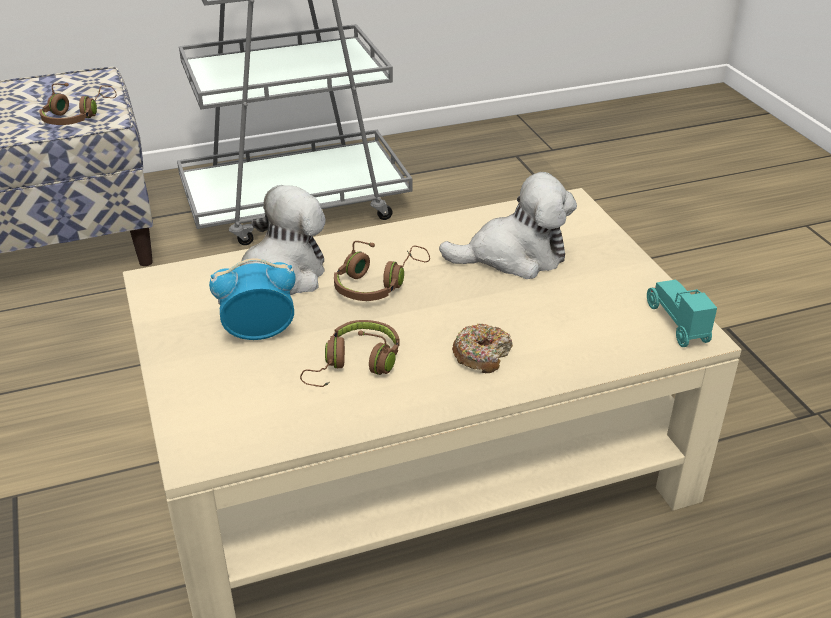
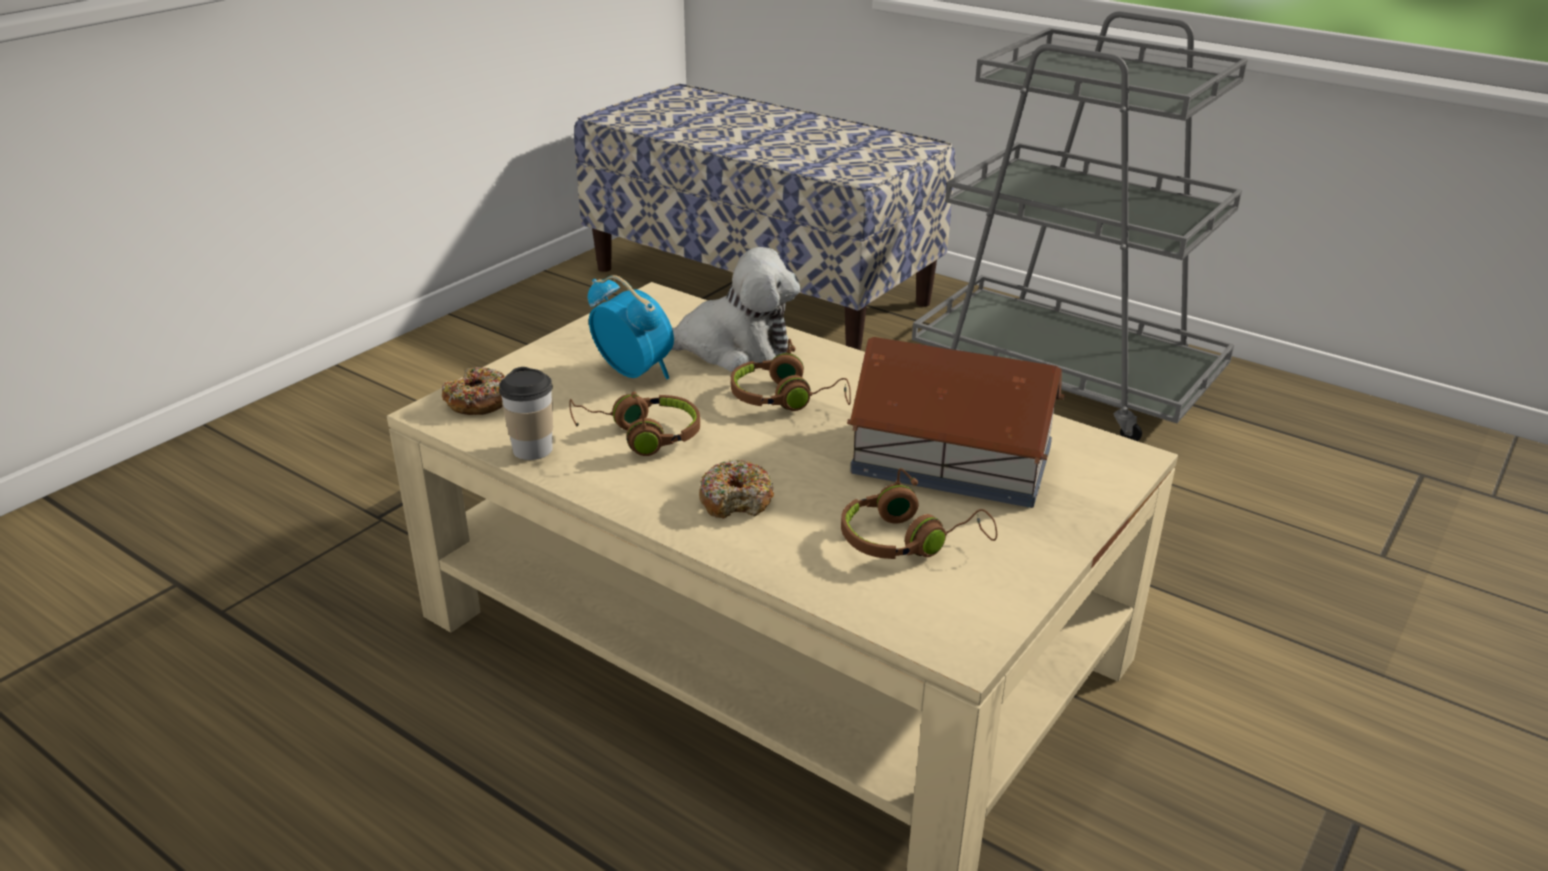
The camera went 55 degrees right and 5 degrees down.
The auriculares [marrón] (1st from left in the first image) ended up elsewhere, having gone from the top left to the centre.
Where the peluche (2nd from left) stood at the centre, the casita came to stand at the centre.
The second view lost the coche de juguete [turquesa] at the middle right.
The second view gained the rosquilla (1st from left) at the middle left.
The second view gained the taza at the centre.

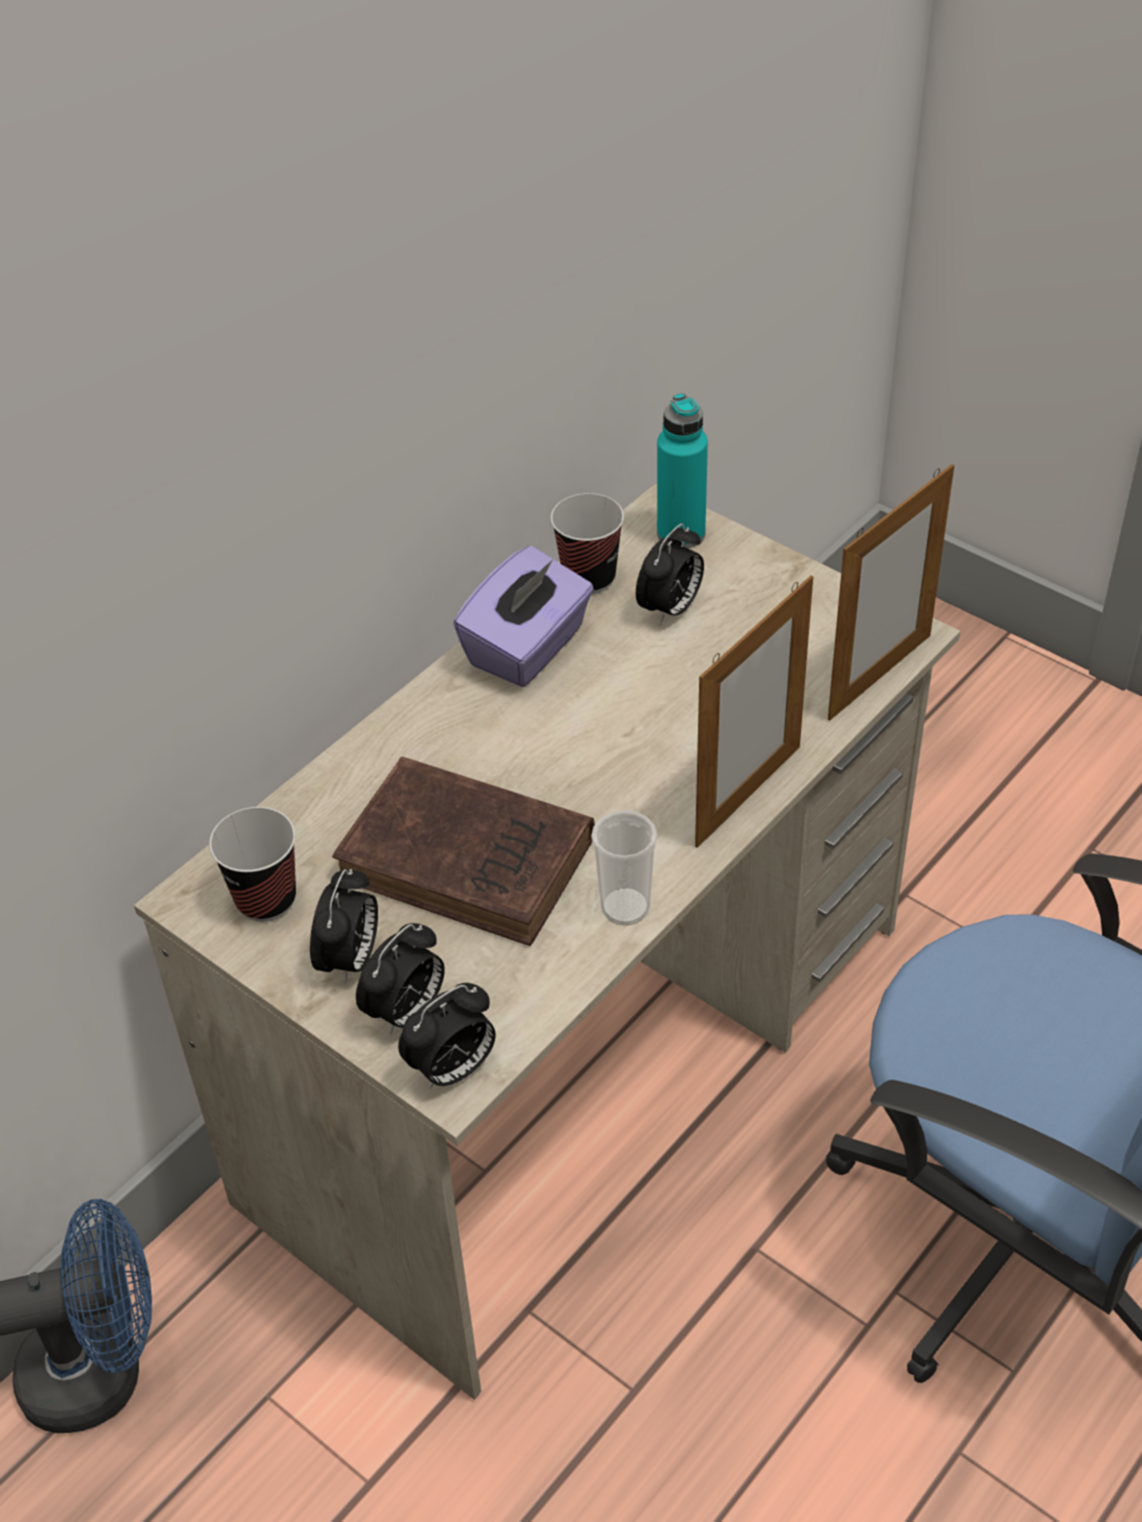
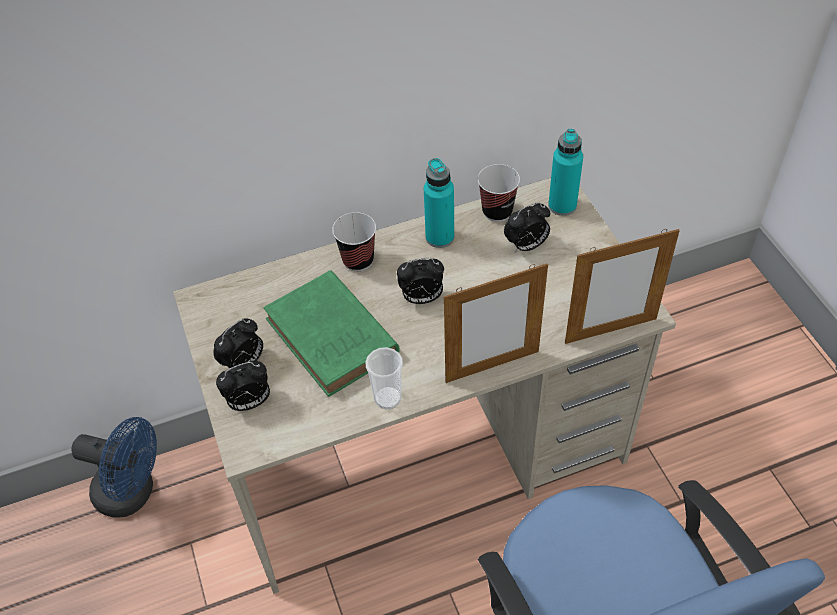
The camera went 30 degrees right and 5 degrees up.
The taza (1st from left) ended up elsewhere, having gone from the middle left to the centre.
What was the libro [marrón] at the centre turned into the libro [verde] at the centre.
The despertador (3rd from left) ended up elsewhere, having gone from the bottom centre to the centre.
Where the caja de pañuelos [morado] stood at the centre, the botella [turquesa] (1st from left) came to stand at the top centre.

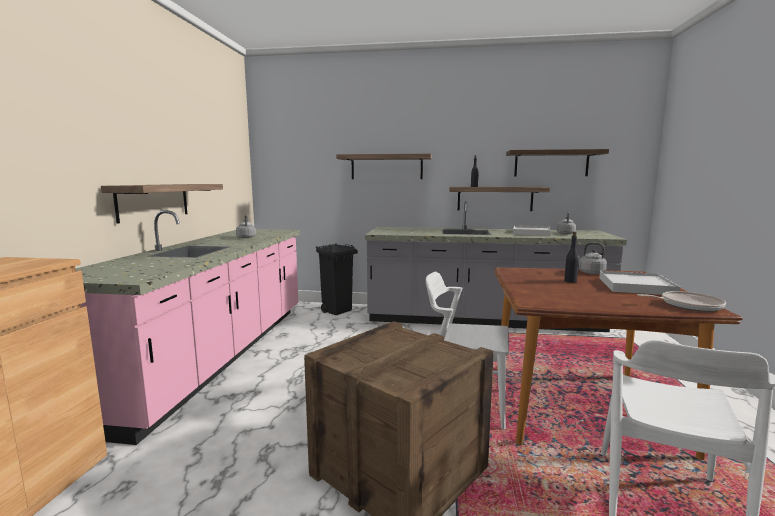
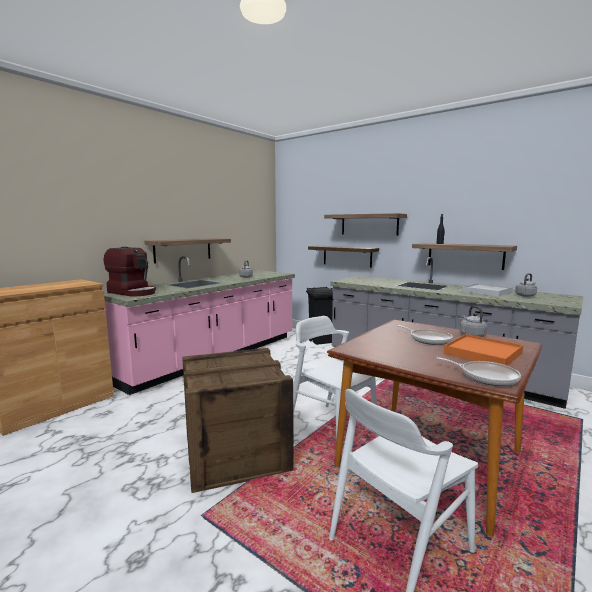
The camera went 30 degrees right and 0 degrees up.
The estante (4th from left in the first image) ended up elsewhere, having gone from the top right to the centre.
Where the botella [negro] (2nd from left) stood at the middle right, the sartén (1st from left) came to stand at the middle right.
What was the bandeja [blanco] (2nd from left) at the middle right turned into the bandeja [naranja] at the middle right.
The second view gained the cafetera at the middle left.

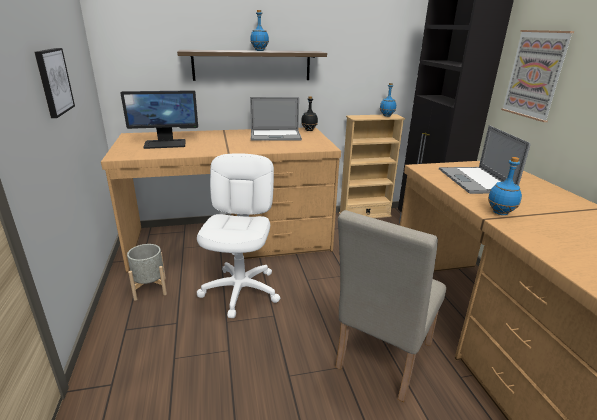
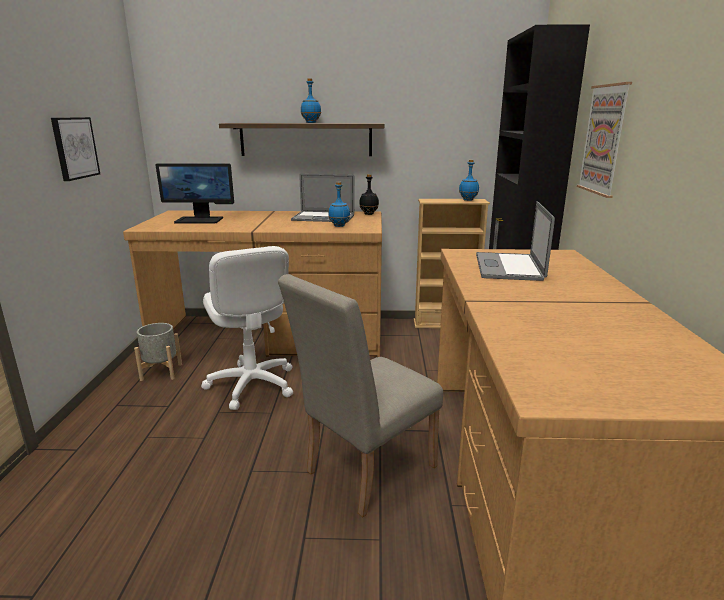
The camera went 15 degrees right and 5 degrees down.
The silla de oficina [blanco] at the centre ended up facing another way, 135 degrees clockwise from before.
The botella [azul] (3rd from left in the first image) ended up elsewhere, having gone from the middle right to the centre.

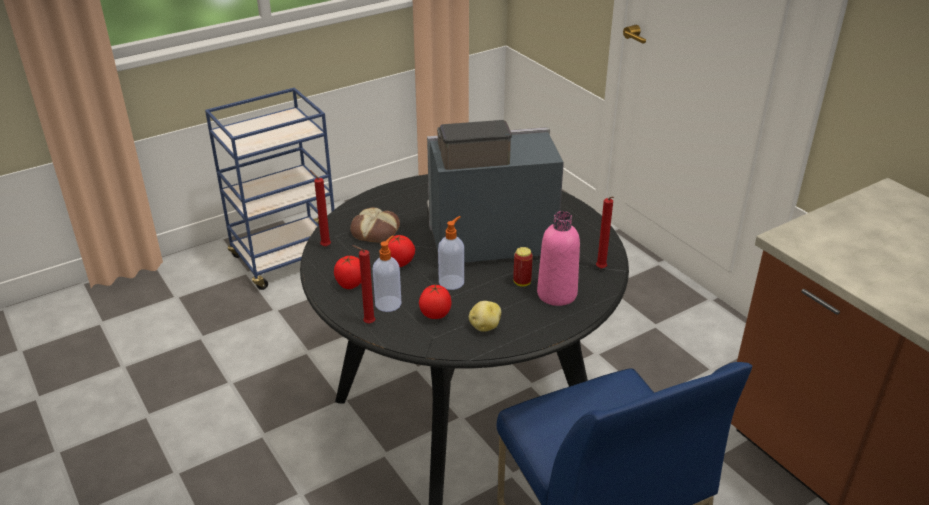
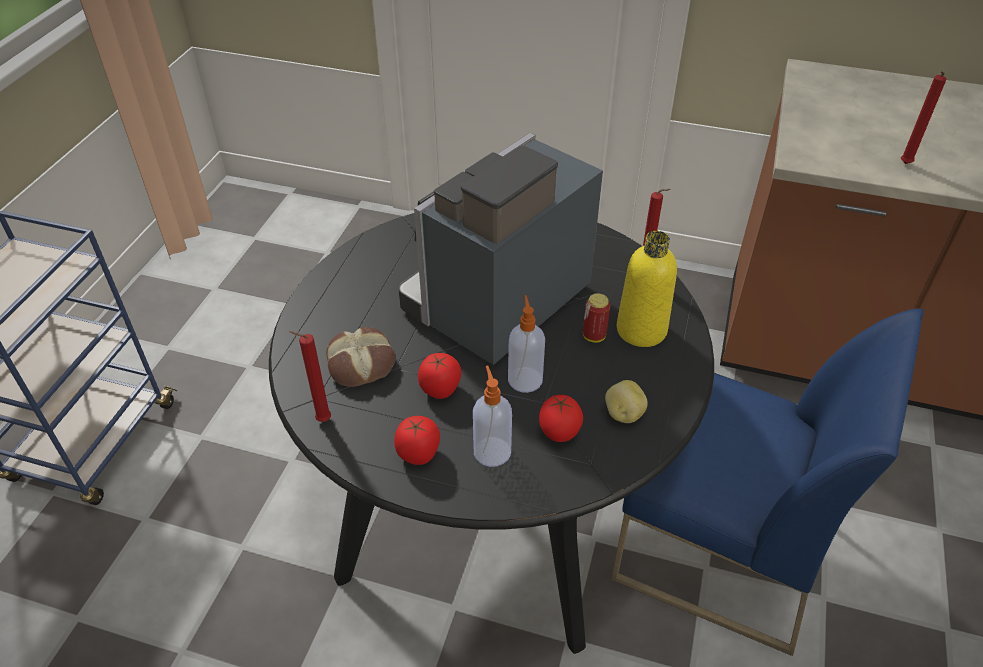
The camera went 40 degrees left and 10 degrees up.
The vela [rojo] (2nd from left in the first image) ended up elsewhere, having gone from the centre to the top right.
What was the botella [rosa] at the centre turned into the botella [amarillo] at the centre.

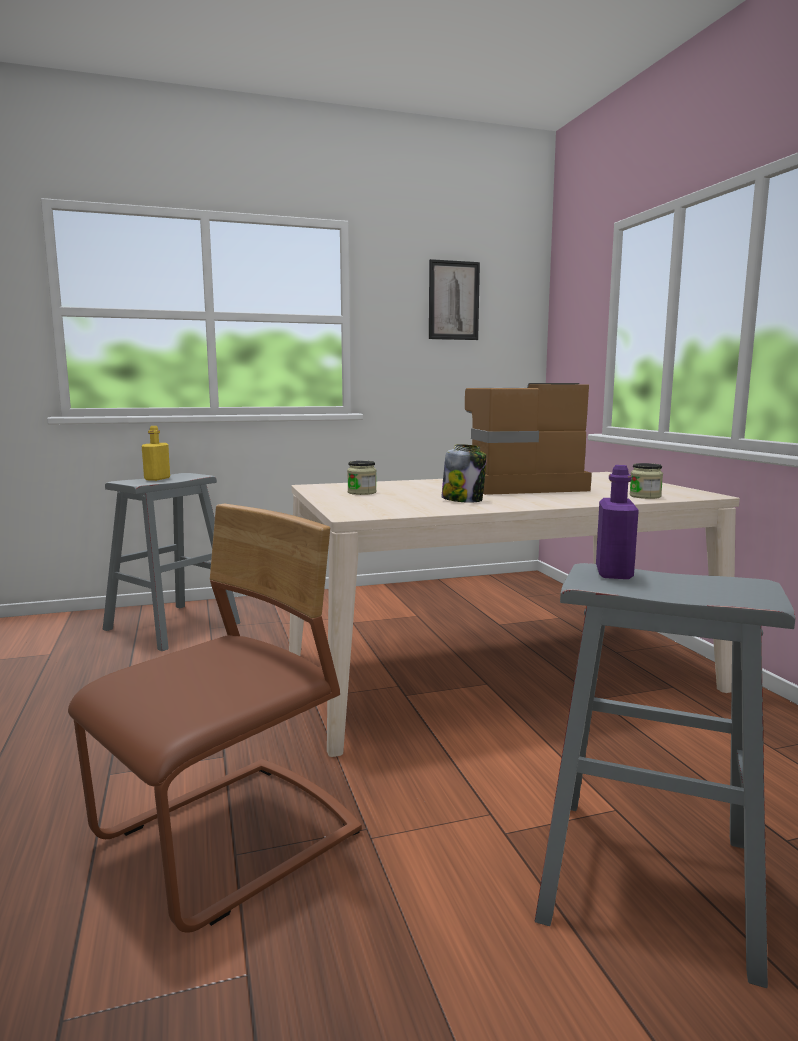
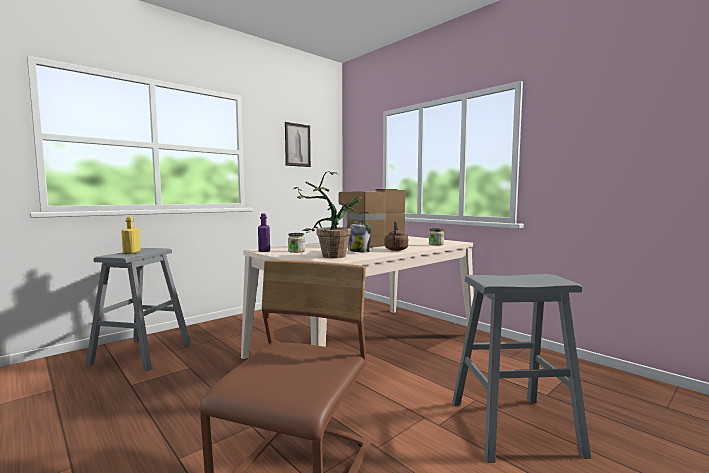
The camera went 25 degrees left and 5 degrees down.
The botella [morado] ended up elsewhere, having gone from the middle right to the centre.
The second view gained the planta en maceta at the centre.
The second view gained the hervidor [marrón] at the centre.

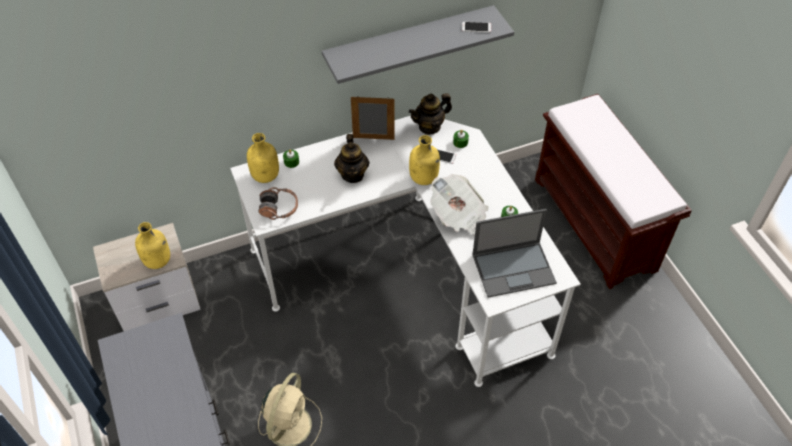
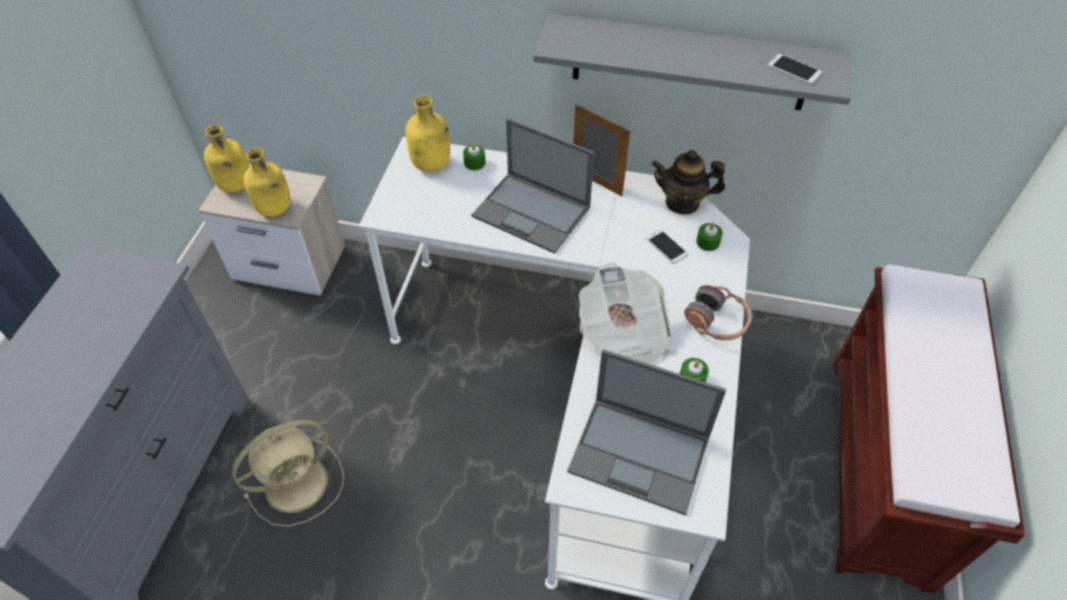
The camera went 35 degrees right and 0 degrees up.
The auriculares ended up elsewhere, having gone from the centre to the middle right.
Where the tetera (1st from left) stood at the centre, the portátil (1st from left) came to stand at the top centre.
The botella [amarillo] (3rd from left in the first image) ended up elsewhere, having gone from the centre to the top left.

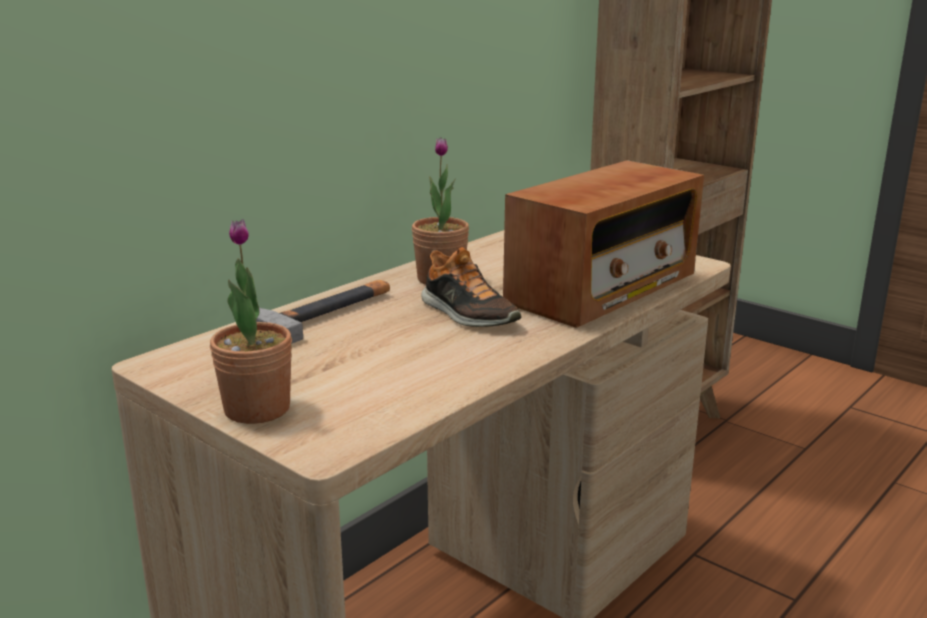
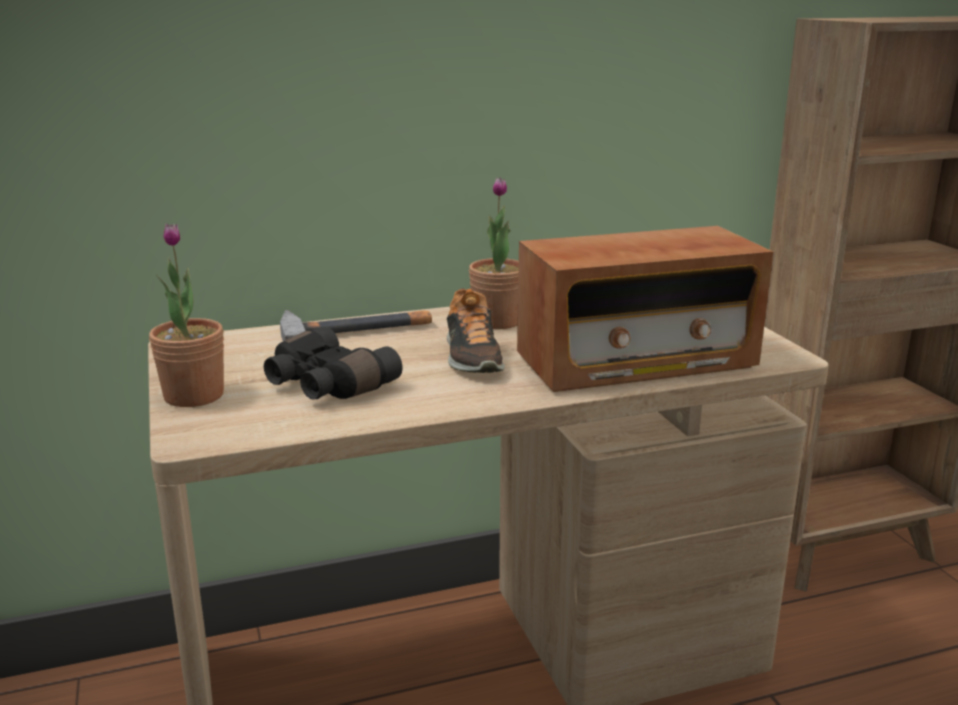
The camera went 30 degrees right and 0 degrees up.
The second view gained the prismáticos [negro] at the centre.

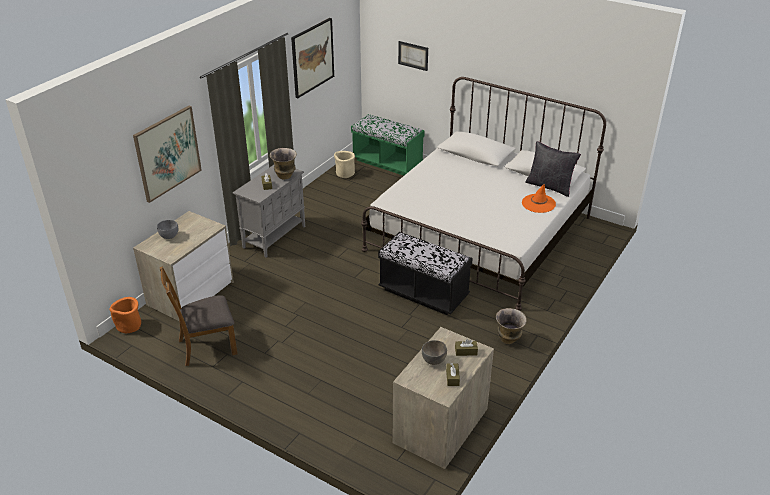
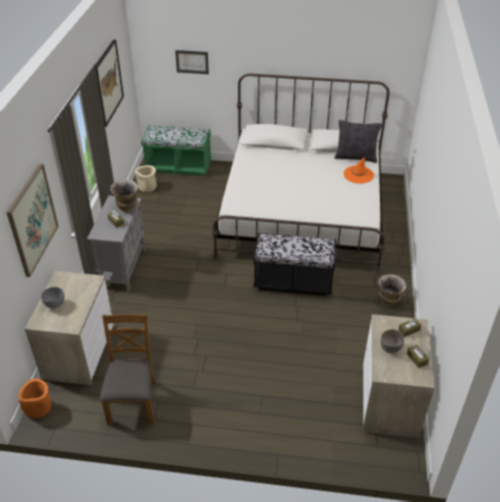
The camera went 25 degrees left and 5 degrees up.
The silla [marrón] at the middle left ended up facing another way, 135 degrees clockwise from before.

